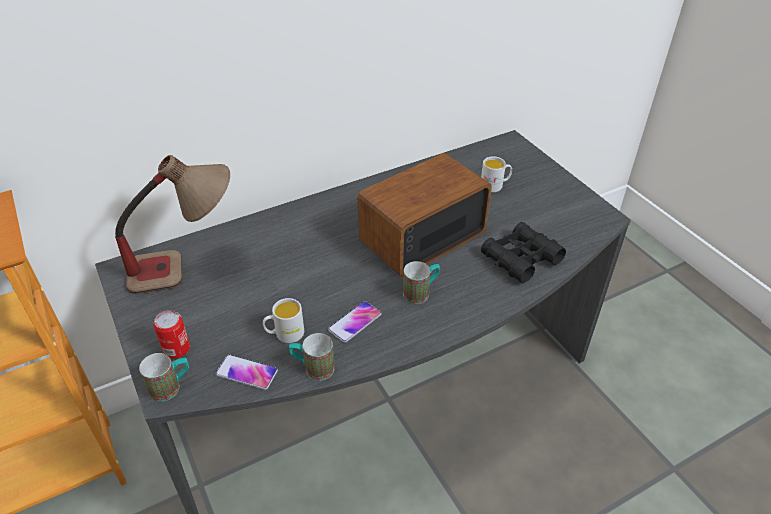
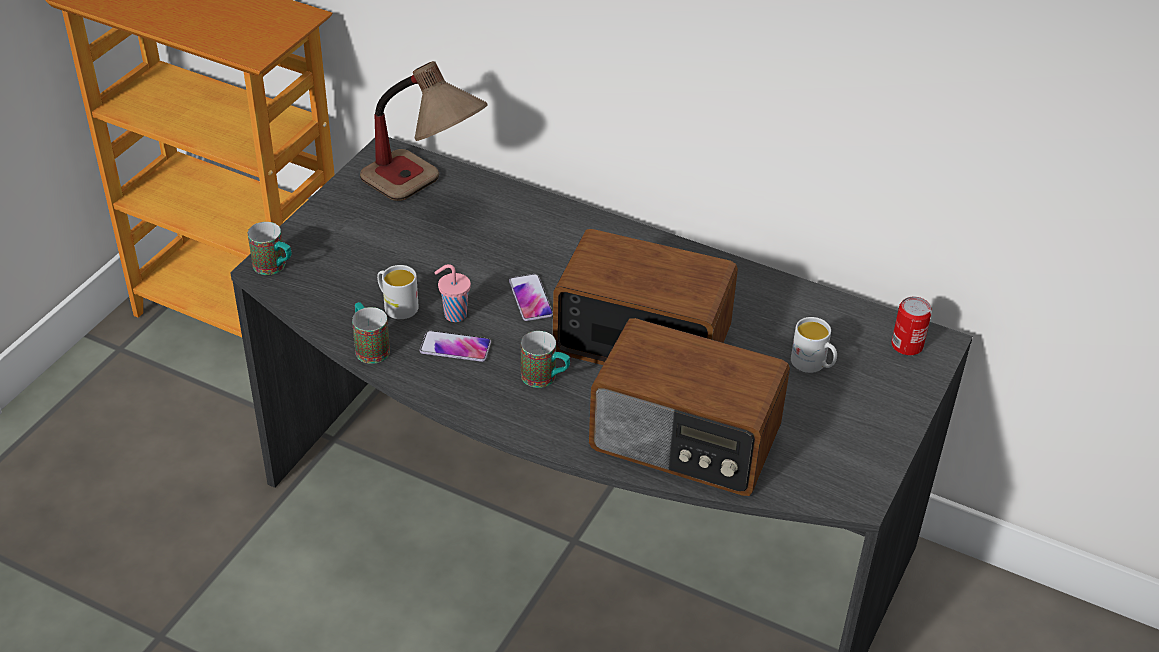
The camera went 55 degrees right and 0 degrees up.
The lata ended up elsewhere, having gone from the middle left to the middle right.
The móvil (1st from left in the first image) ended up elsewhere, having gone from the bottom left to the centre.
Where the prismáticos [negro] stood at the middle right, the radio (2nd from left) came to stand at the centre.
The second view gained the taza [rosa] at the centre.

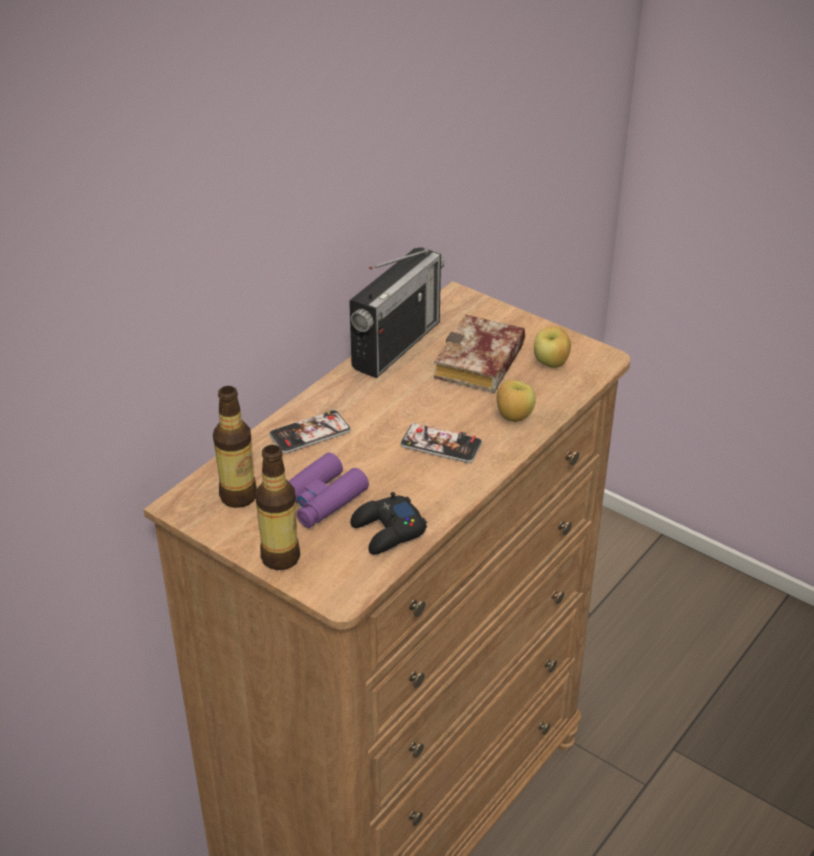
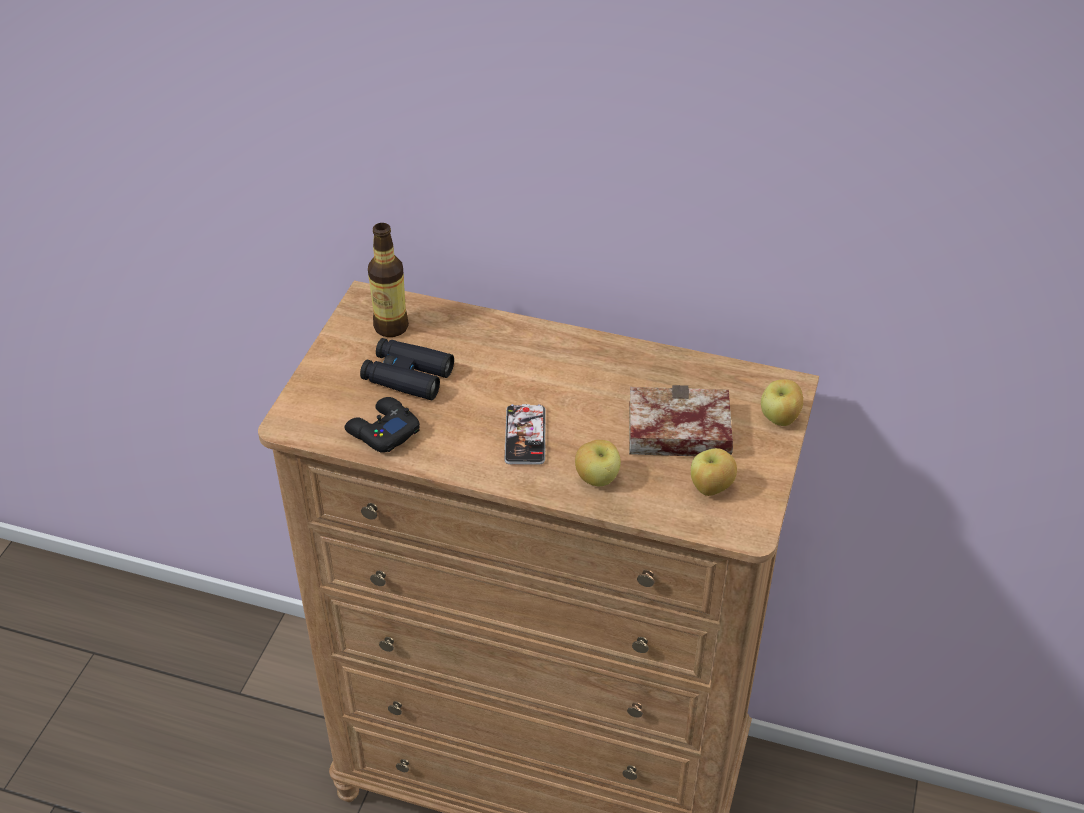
The camera went 70 degrees right and 5 degrees up.
The second view lost the botella (2nd from left) at the centre.
The second view lost the móvil (1st from left) at the centre.
What was the prismáticos [morado] at the centre turned into the prismáticos [negro] at the centre.
The second view lost the radio at the centre.
The second view gained the manzana (3rd from left) at the middle right.

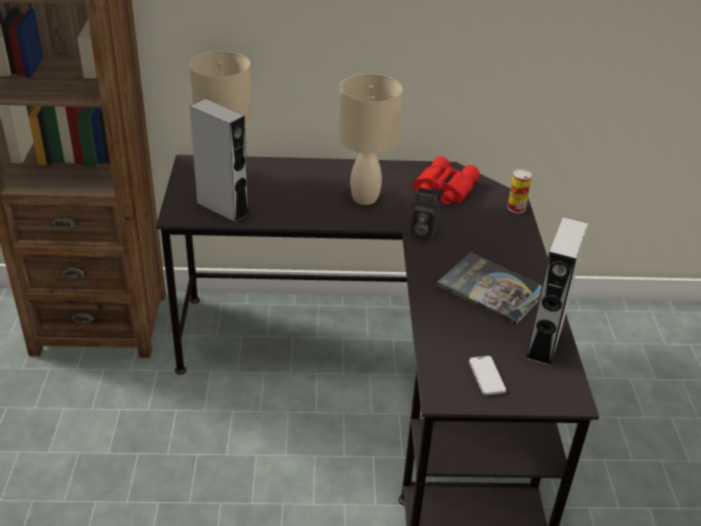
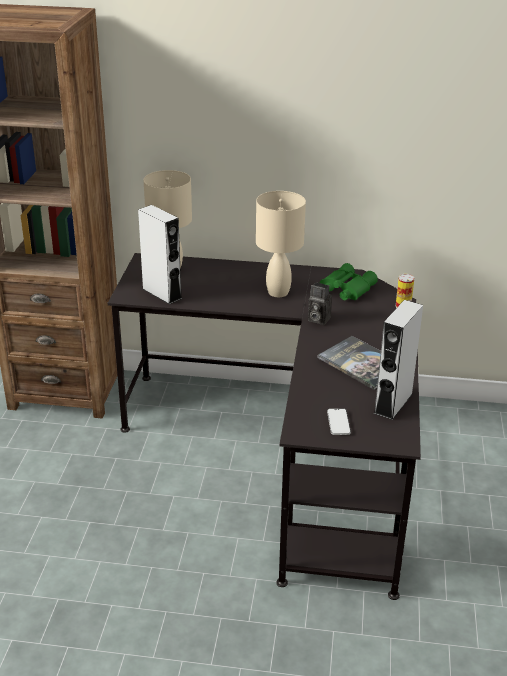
The camera went 10 degrees right and 5 degrees down.
What was the prismáticos [rojo] at the centre turned into the prismáticos [verde] at the middle right.

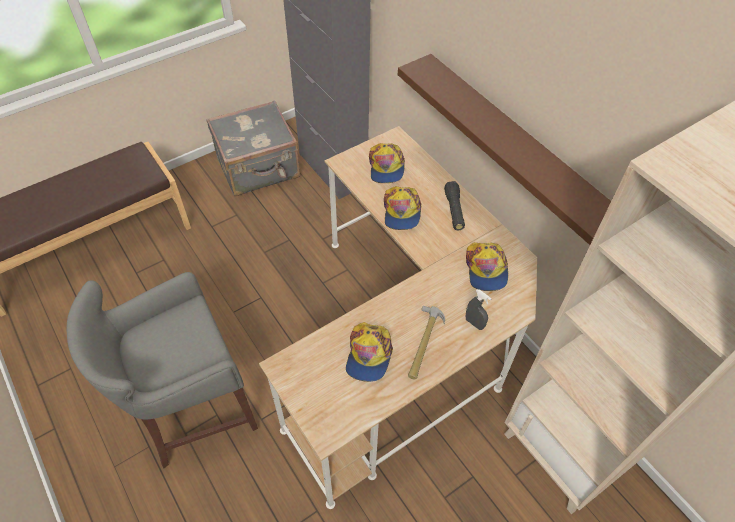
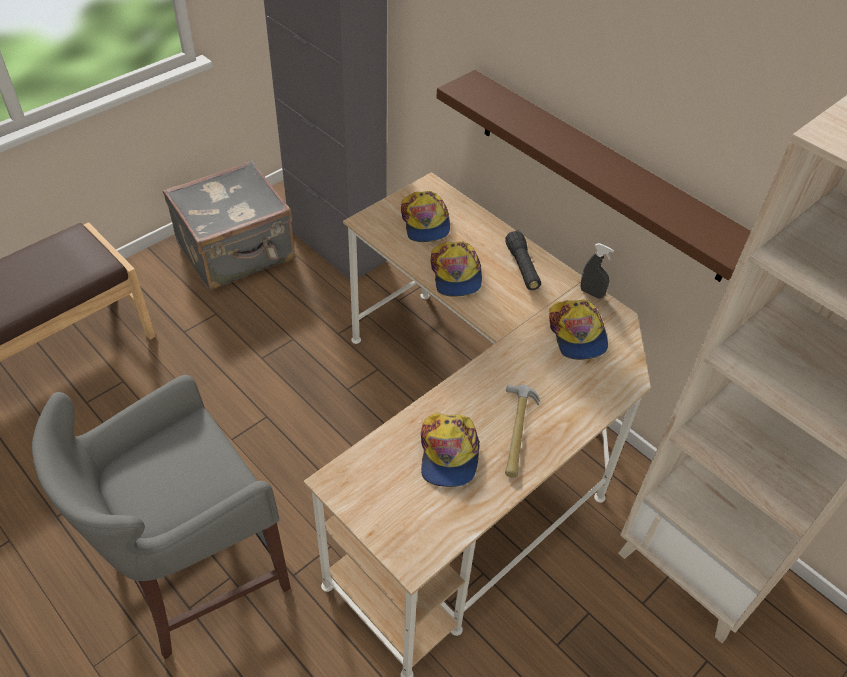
The camera went 10 degrees left and 5 degrees down.
The pulverizador [gris] ended up elsewhere, having gone from the centre to the middle right.

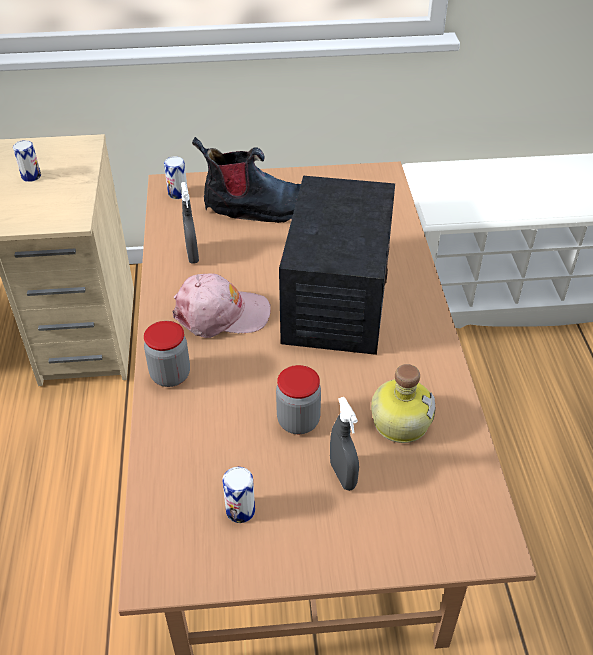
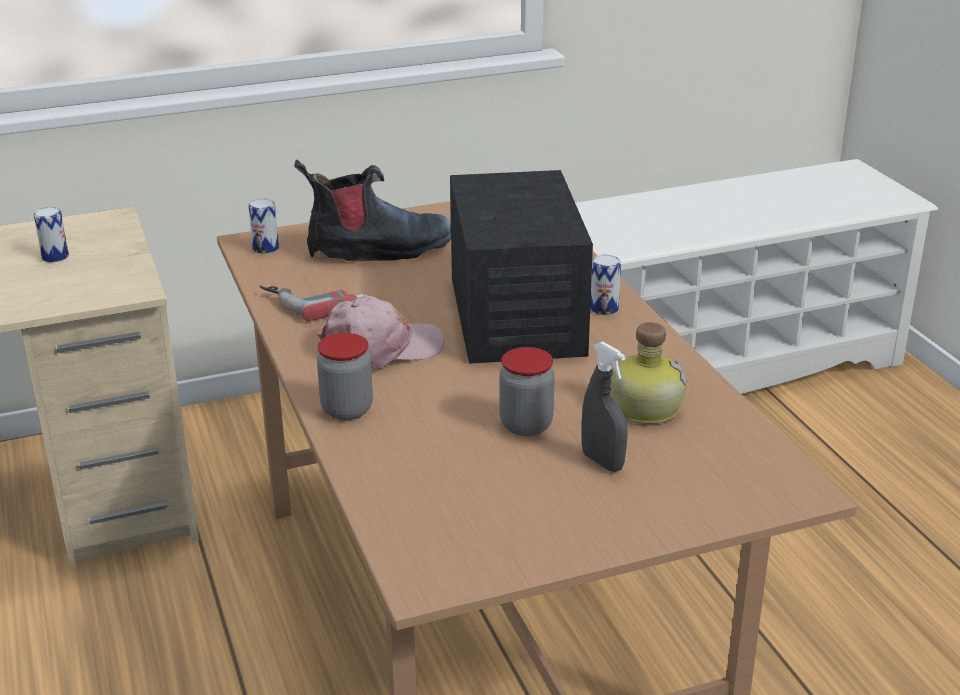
The camera went 15 degrees left and 15 degrees down.
Where the pulverizador [gris] (1st from left) stood at the middle left, the taladro came to stand at the middle left.
The lata (3rd from left) ended up elsewhere, having gone from the bottom centre to the centre.

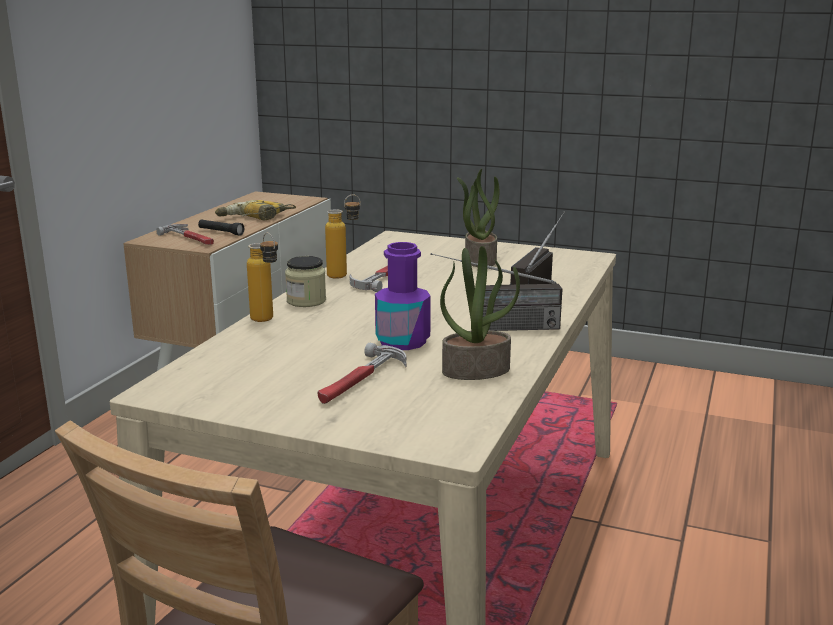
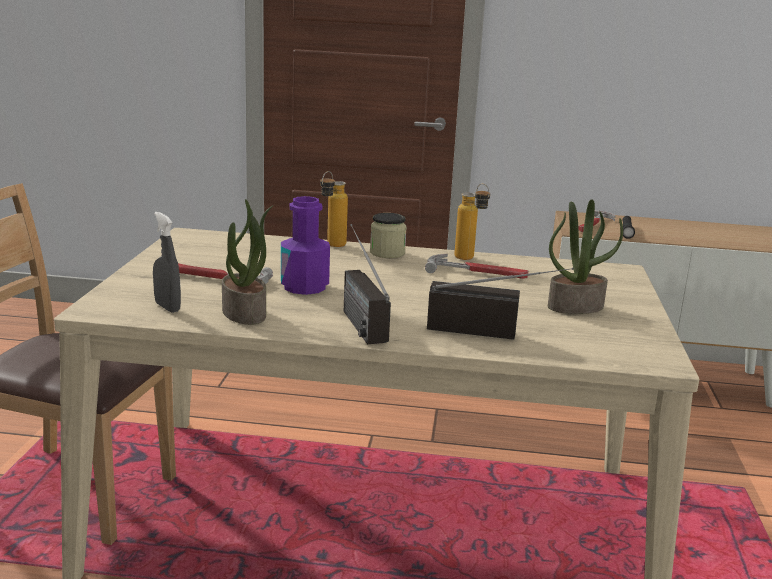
The camera went 75 degrees right and 0 degrees up.
The second view lost the taladro at the middle left.
The second view gained the pulverizador [gris] at the middle left.

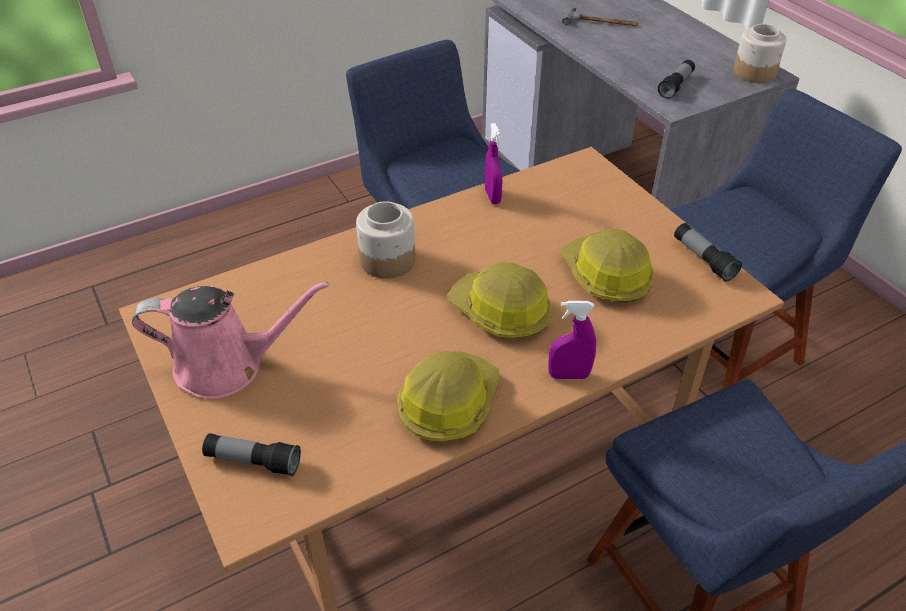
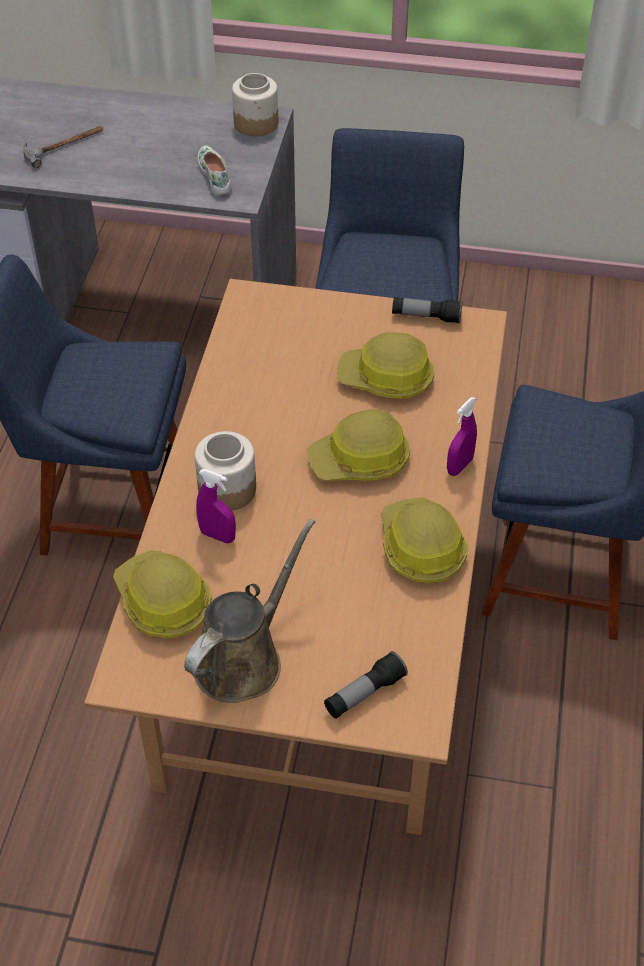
The camera went 50 degrees left and 5 degrees up.
What was the regadera [rosa] at the middle left turned into the regadera [marrón] at the centre.
The pulverizador [morado] (1st from left) ended up elsewhere, having gone from the top centre to the centre.
Where the linterna (2nd from left) stood at the top right, the zapato [blanco] came to stand at the top centre.
The second view gained the casco (1st from left) at the middle left.

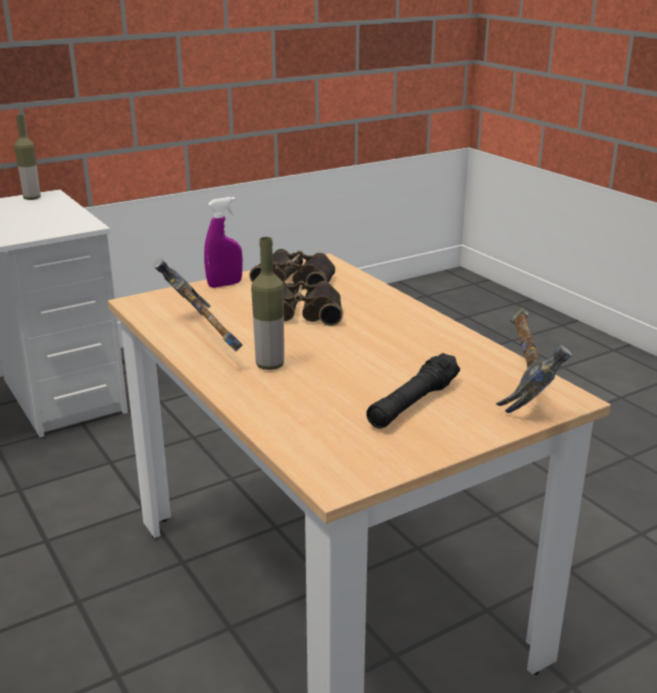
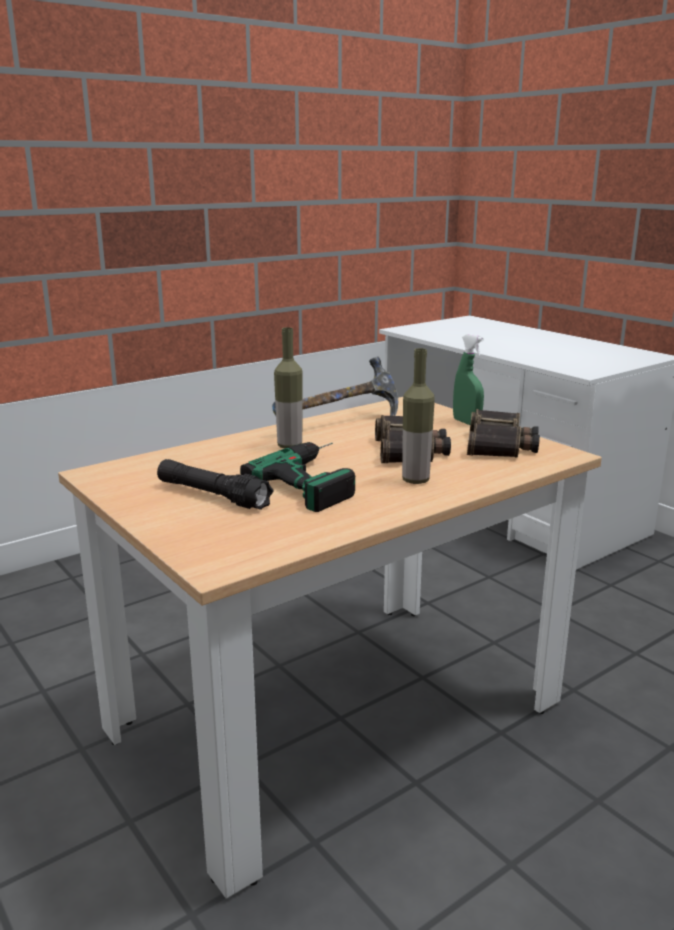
The camera went 85 degrees right and 5 degrees down.
The botella (1st from left in the first image) ended up elsewhere, having gone from the top left to the centre.
What was the pulverizador [morado] at the centre turned into the pulverizador [verde] at the middle right.
The second view lost the martillo (2nd from left) at the middle right.
The second view gained the taladro at the centre.

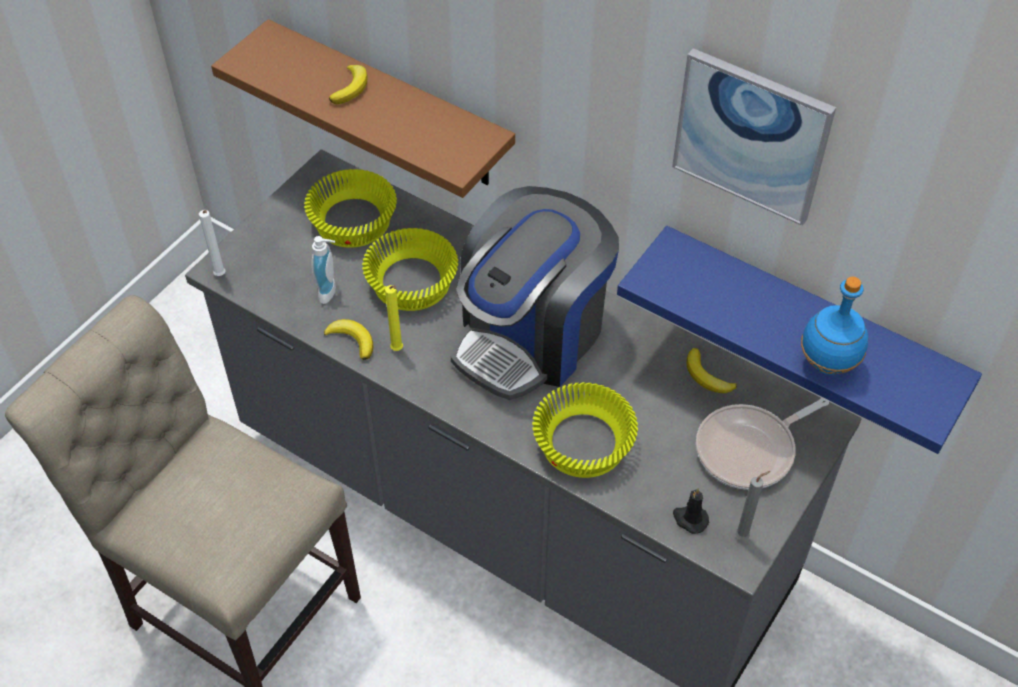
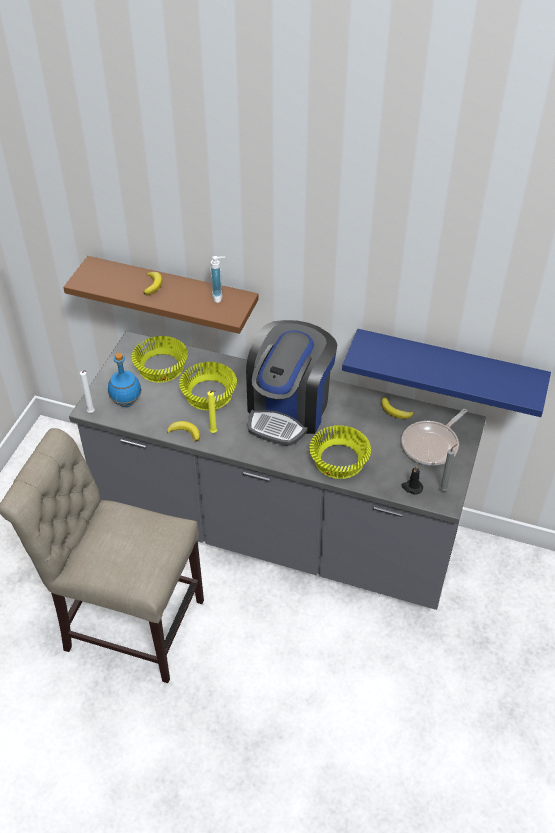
The camera went 15 degrees left and 5 degrees down.
The dispensador de jabón ended up elsewhere, having gone from the middle left to the centre.
The second view lost the cuadro at the top right.
The botella [azul] ended up elsewhere, having gone from the middle right to the middle left.

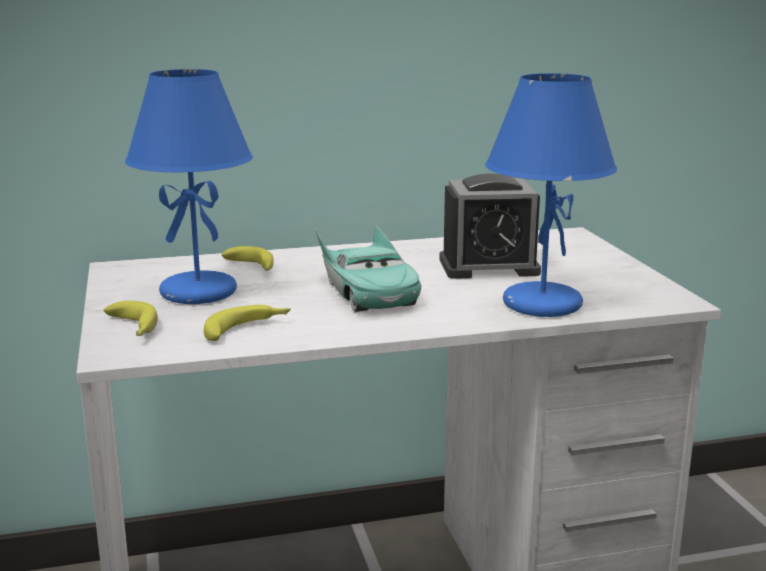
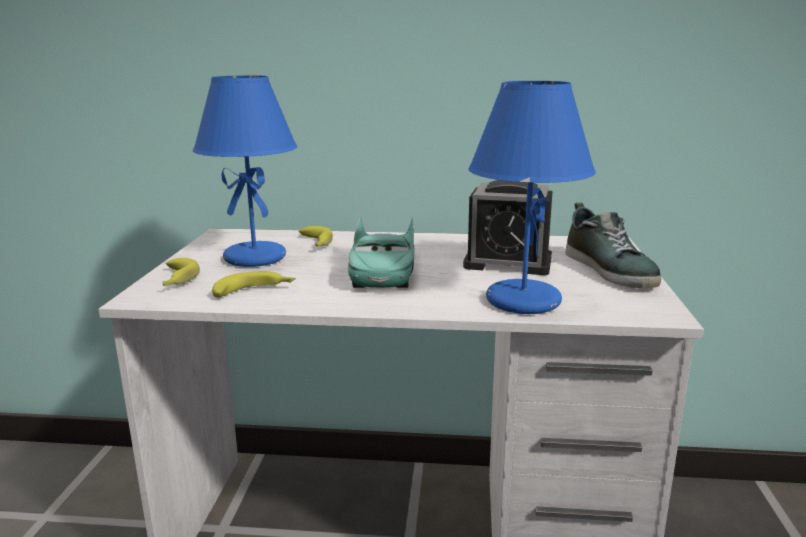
The camera went 20 degrees right and 0 degrees up.
The second view gained the zapato at the middle right.

